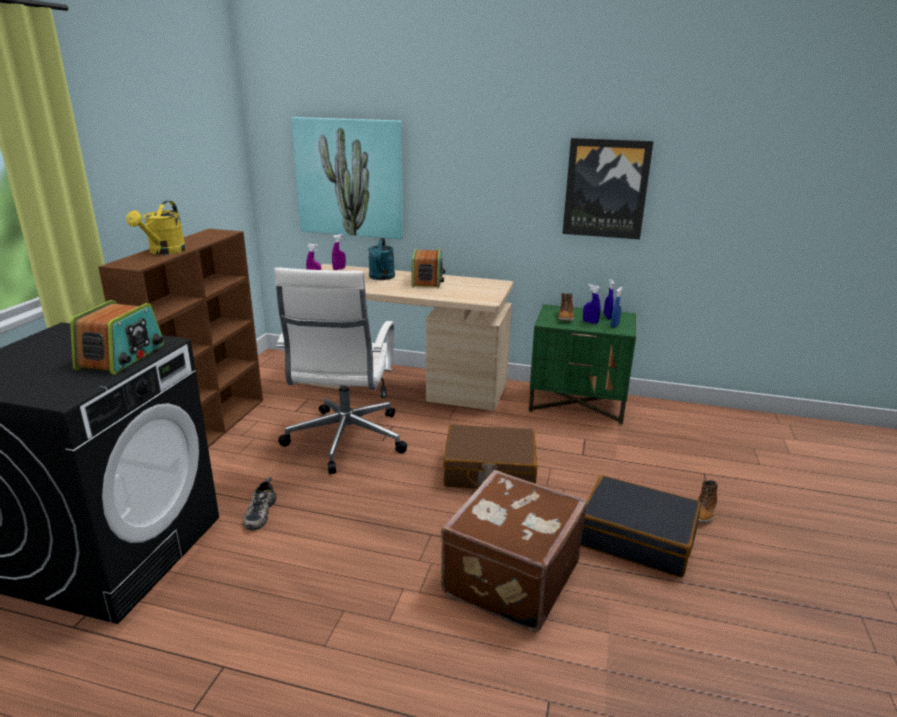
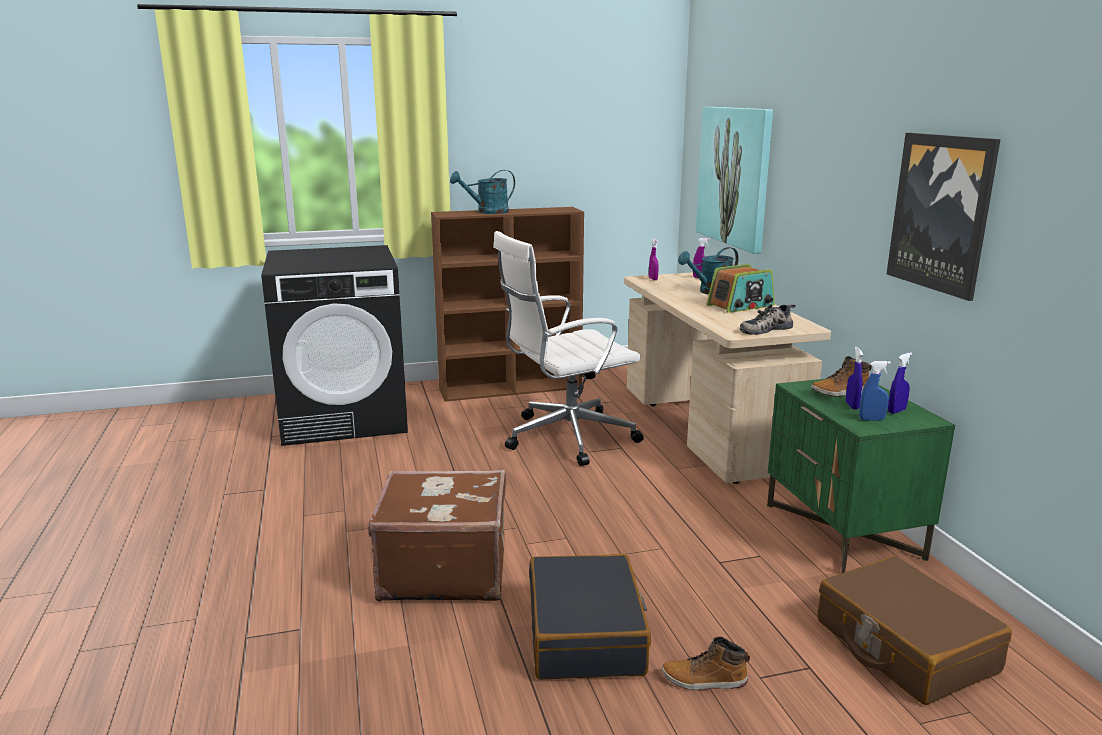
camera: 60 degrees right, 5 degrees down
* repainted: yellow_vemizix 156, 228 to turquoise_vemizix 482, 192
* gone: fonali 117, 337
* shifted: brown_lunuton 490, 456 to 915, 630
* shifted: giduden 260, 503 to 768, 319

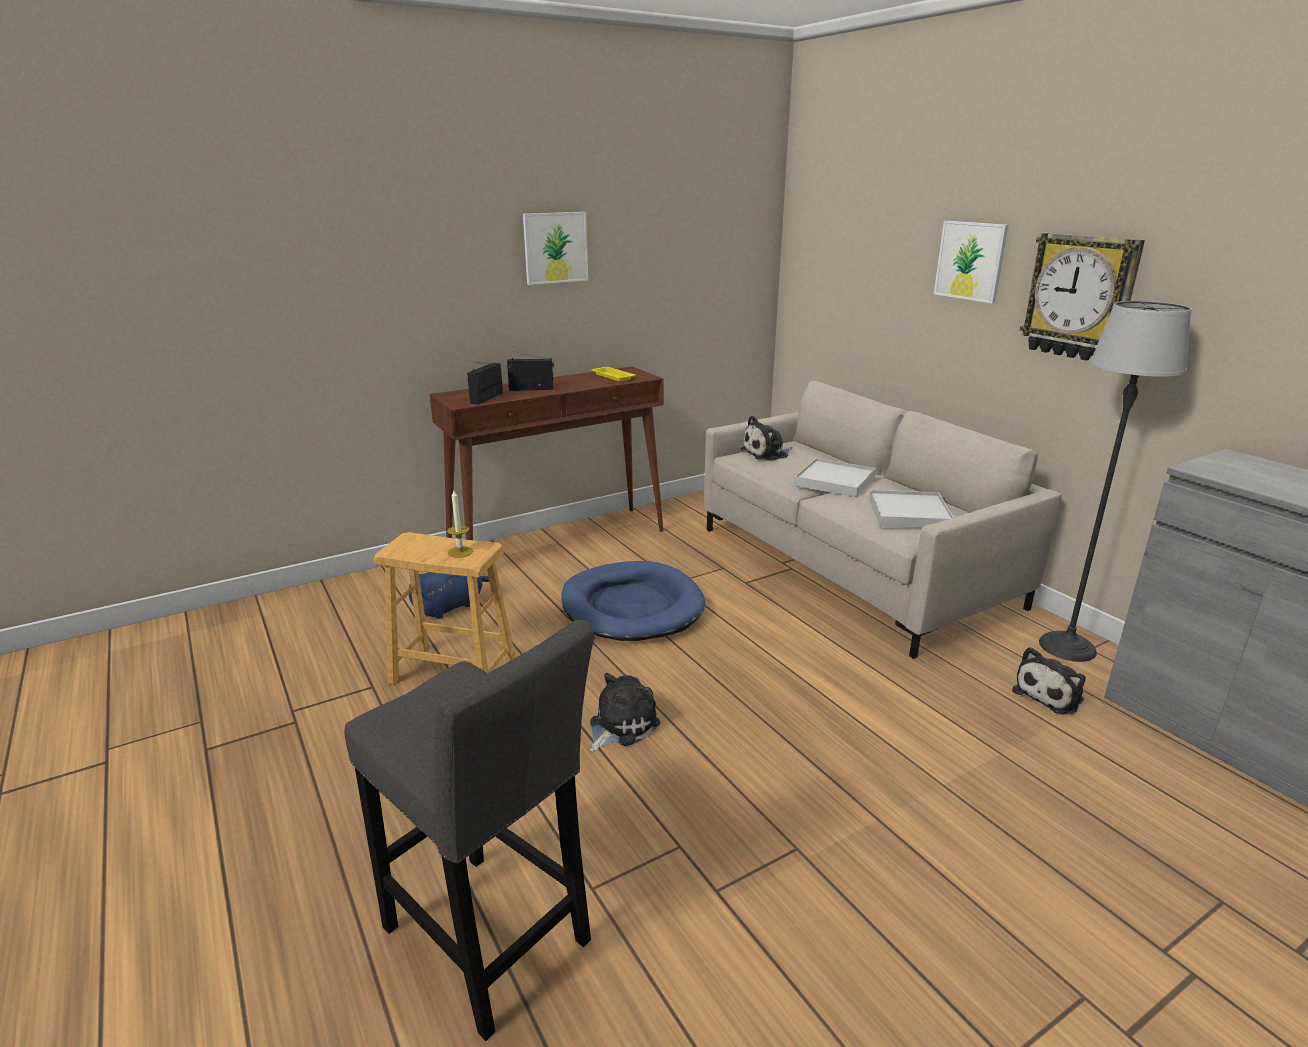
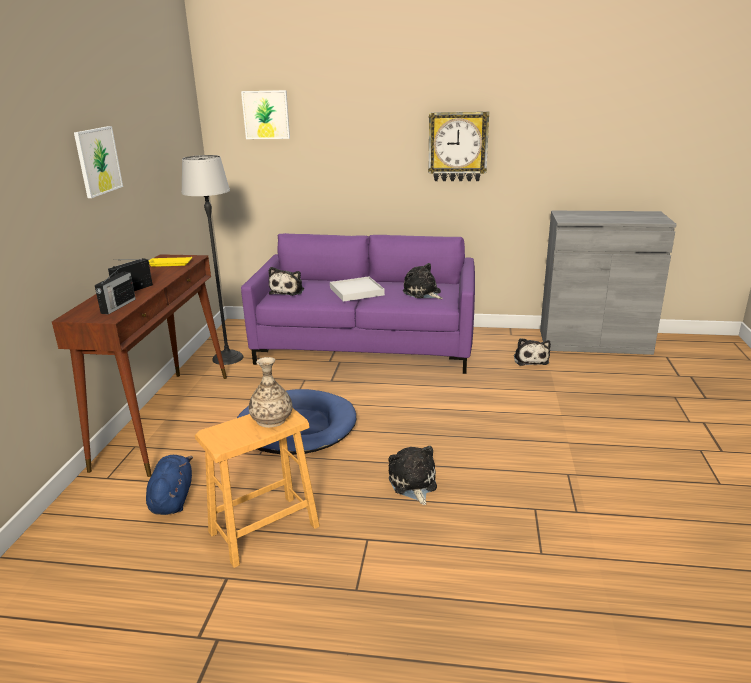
camera: 50 degrees left, 0 degrees up
* shifted: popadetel 971, 262 to 265, 114
* shifted: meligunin 1115, 481 to 212, 260
* rotated: fonali 485, 383 = 115, 291 135 degrees counterclockwise
* repainted: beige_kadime 883, 520 to purple_kadime 358, 303
* swapped: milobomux 460, 524 to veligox 271, 392
* swapped: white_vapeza 912, 509 to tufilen 423, 281
* gone: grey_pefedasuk 469, 830

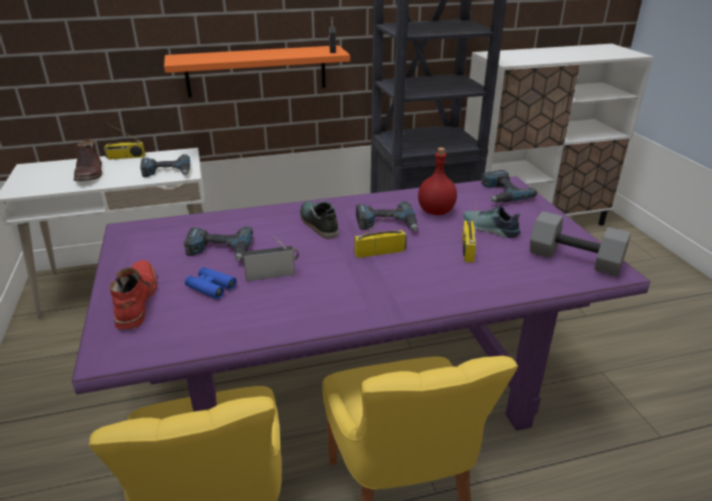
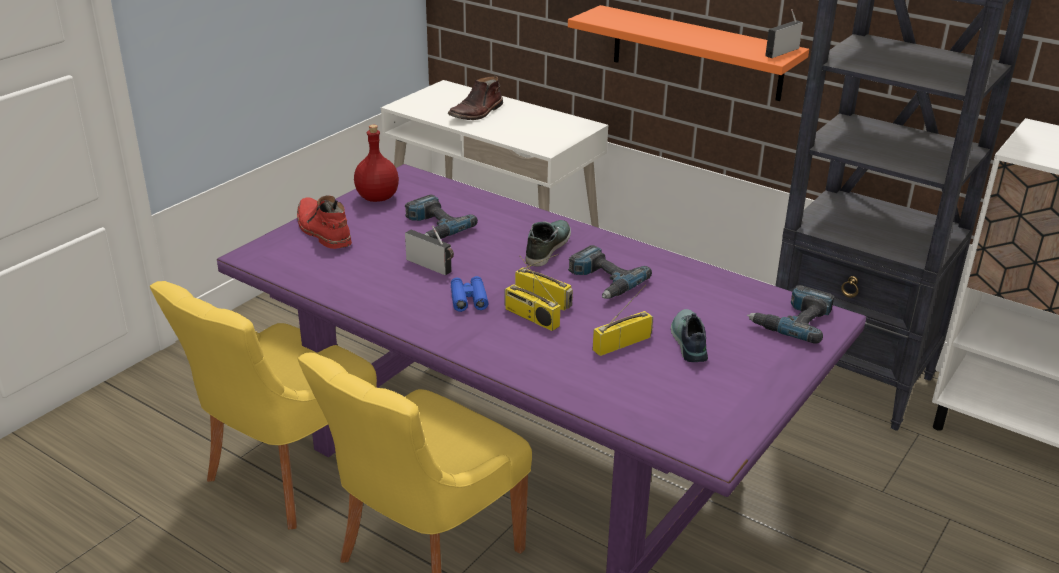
camera: 50 degrees right, 0 degrees up
* shifted: fonali 124, 141 to 532, 293
* shifted: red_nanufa 437, 181 to 376, 163
* gone: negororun 165, 165
* gone: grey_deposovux 580, 243
* rotated: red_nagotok 133, 294 = 324, 222 75 degrees counterclockwise
* shifted: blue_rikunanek 211, 283 to 470, 294

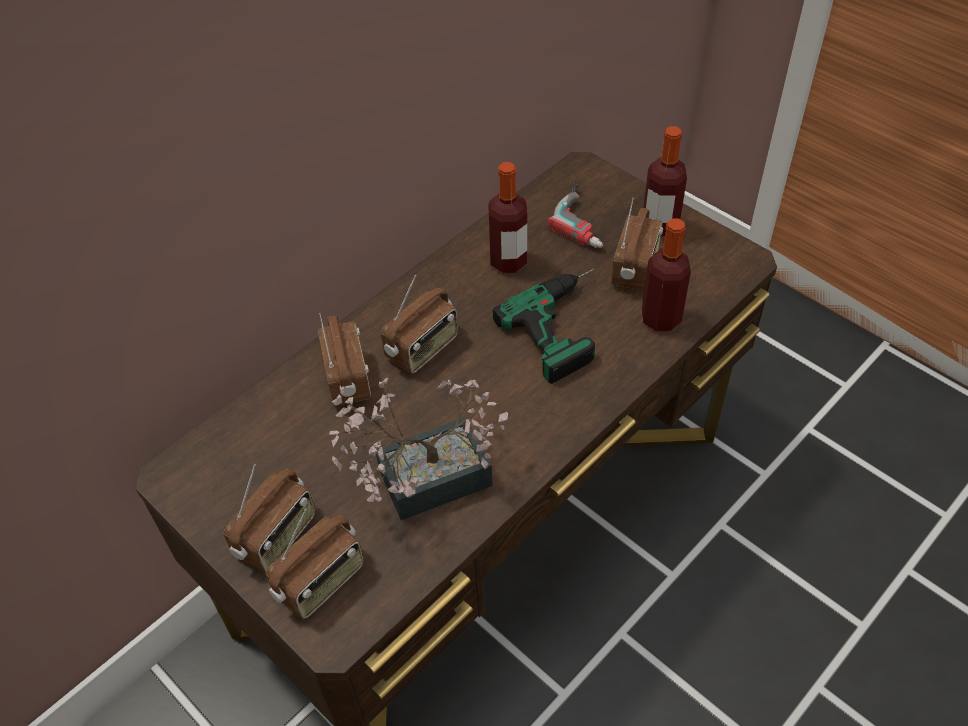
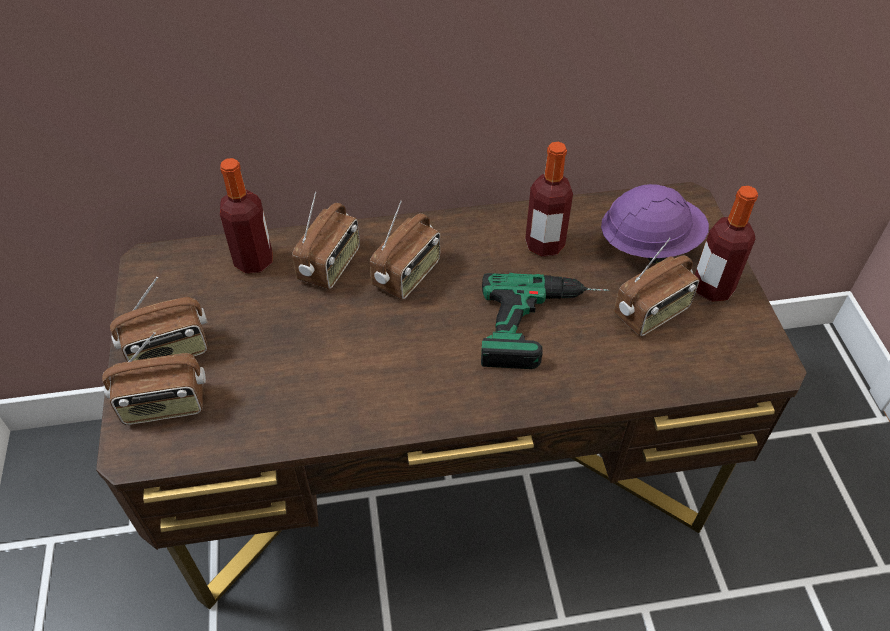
camera: 35 degrees right, 0 degrees up
* swapped: negororun 575, 213 to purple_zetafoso 655, 224
* shifted: nanufa 666, 274 to 246, 216
* rotated: fonali 419, 324 = 405, 250 45 degrees counterclockwise
* gone: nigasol 418, 449

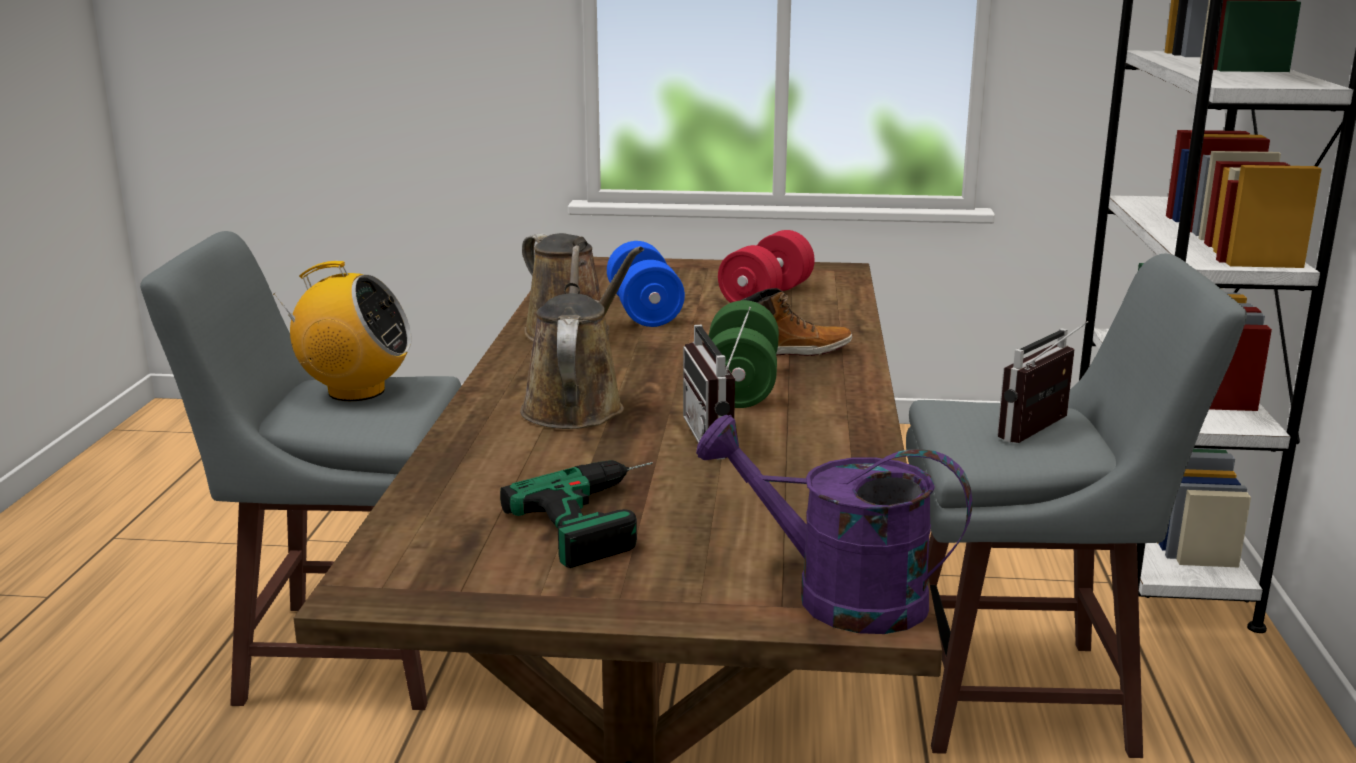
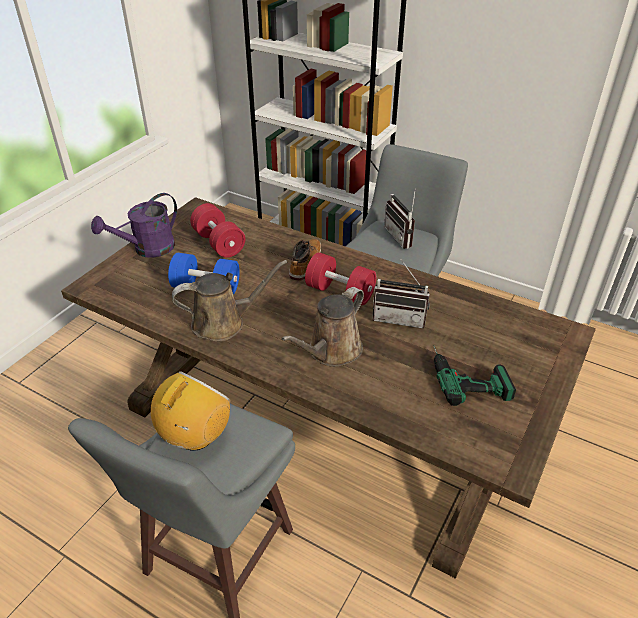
camera: 65 degrees left, 20 degrees up
* rotated: brown_vemizix 572, 337 = 322, 327 75 degrees counterclockwise
* repainted: green_deposovux 744, 354 to red_deposovux 340, 278
* shifted: purple_vemizix 834, 524 to 134, 225

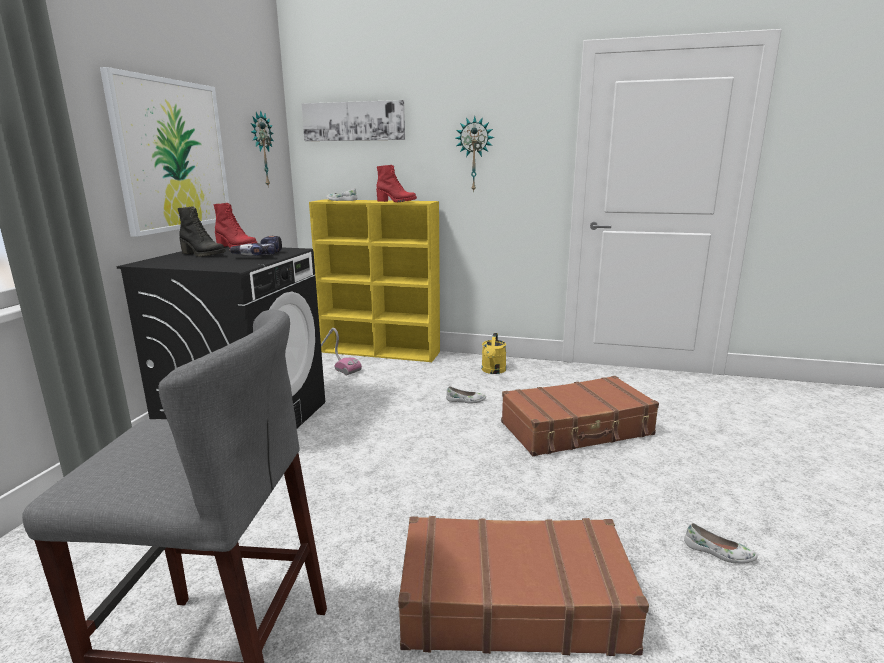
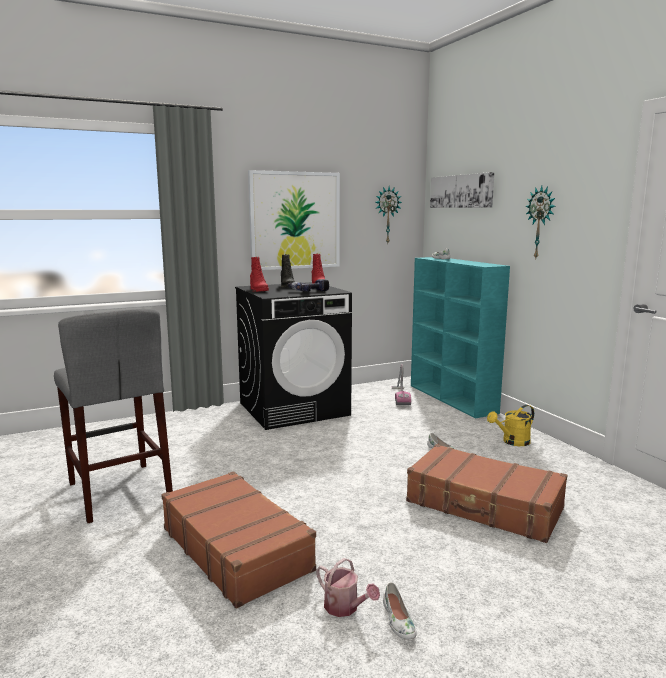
camera: 50 degrees right, 5 degrees down
* shifted: red_nagotok 396, 183 to 259, 274
* repainted: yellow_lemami 374, 281 to turquoise_lemami 460, 337
* new: vemizix 348, 587

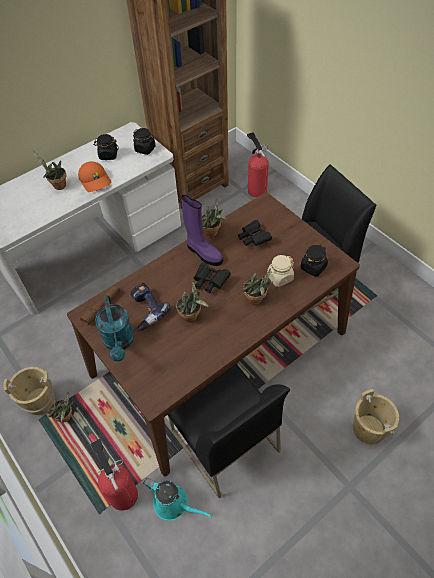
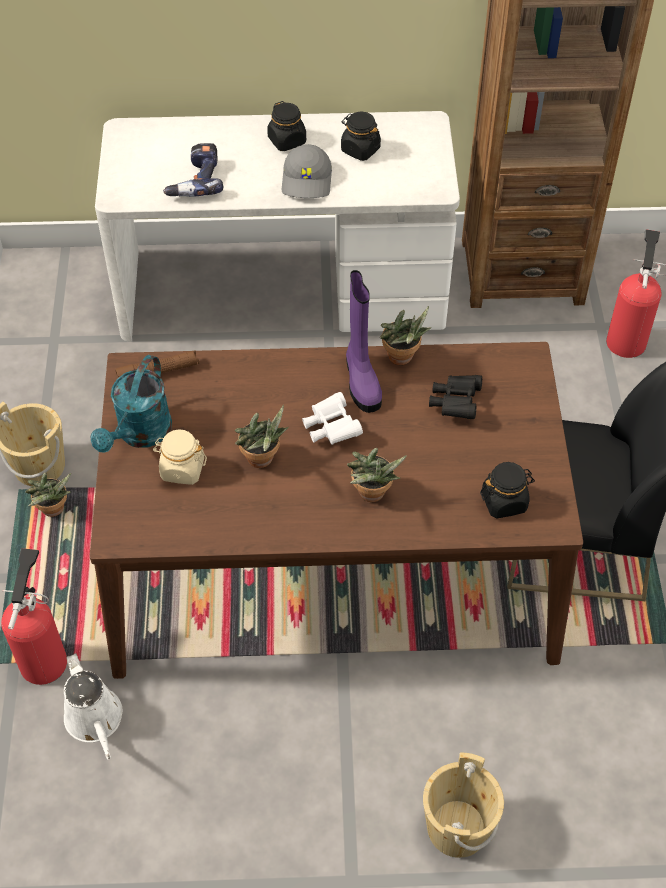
camera: 35 degrees right, 0 degrees up
* shifted: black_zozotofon 144, 141 to 286, 126
* gone: nigasol 49, 170
* repainted: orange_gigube 95, 176 to grey_gigube 307, 171
* shifted: beige_zozotofon 280, 271 to 180, 457
* repainted: black_rikunanek 212, 277 to white_rikunanek 332, 418
* shifted: negororun 151, 307 to 193, 170
* gone: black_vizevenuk 229, 431
* repainted: turquoise_vemizix 178, 499 to white_vemizix 93, 706

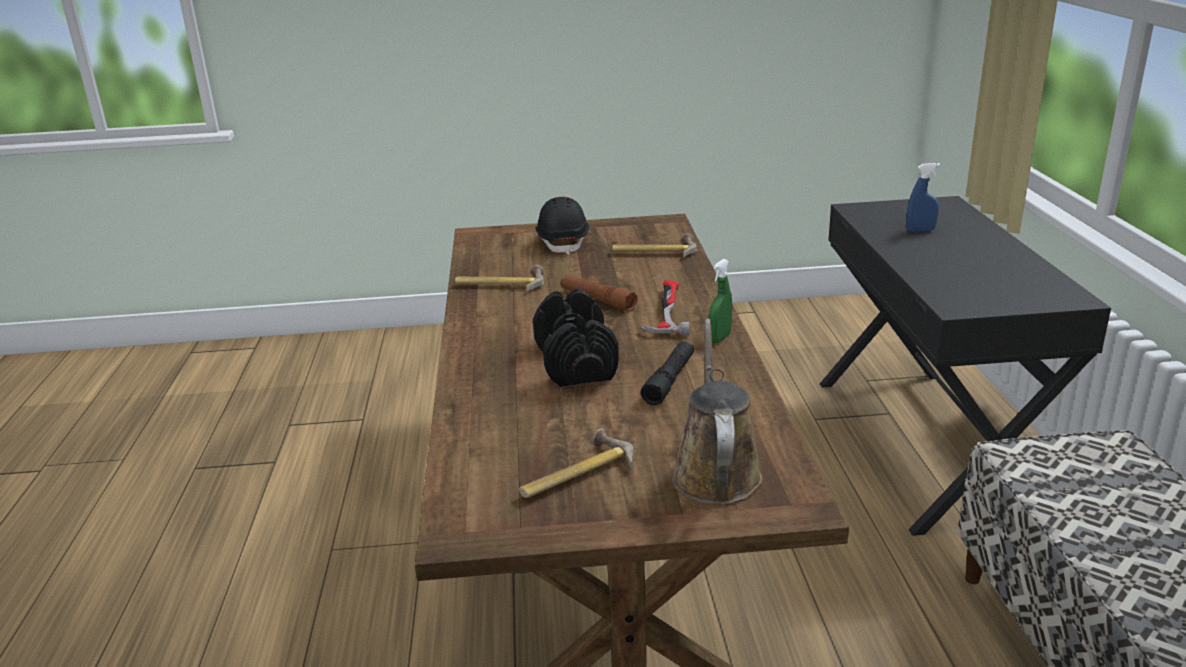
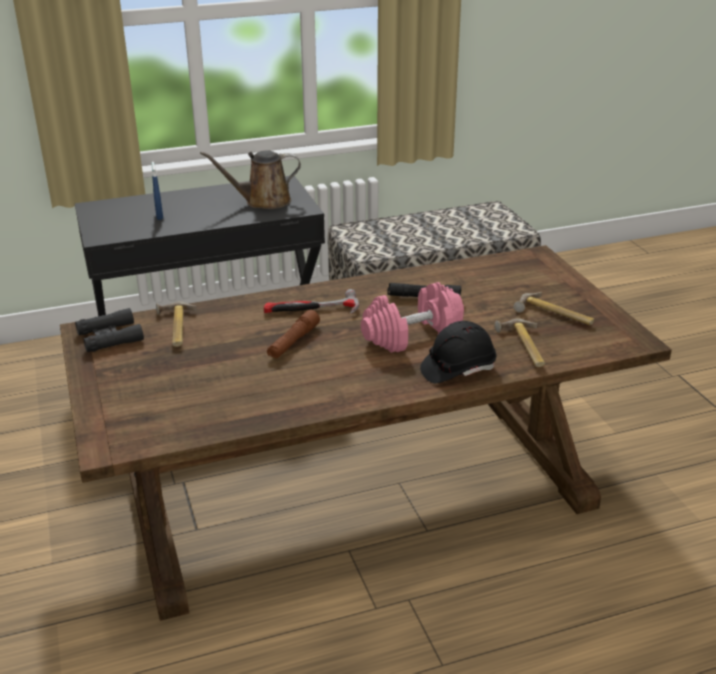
camera: 105 degrees left, 5 degrees up
* shifted: black_zetafoso 562, 226 to 458, 352
* gone: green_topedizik 720, 301
* shifted: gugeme 499, 278 to 520, 342
* repainted: black_deposovux 576, 338 to pink_deposovux 412, 317
* shifted: brown_vemizix 716, 412 to 250, 179
* new: black_rikunanek 109, 330

